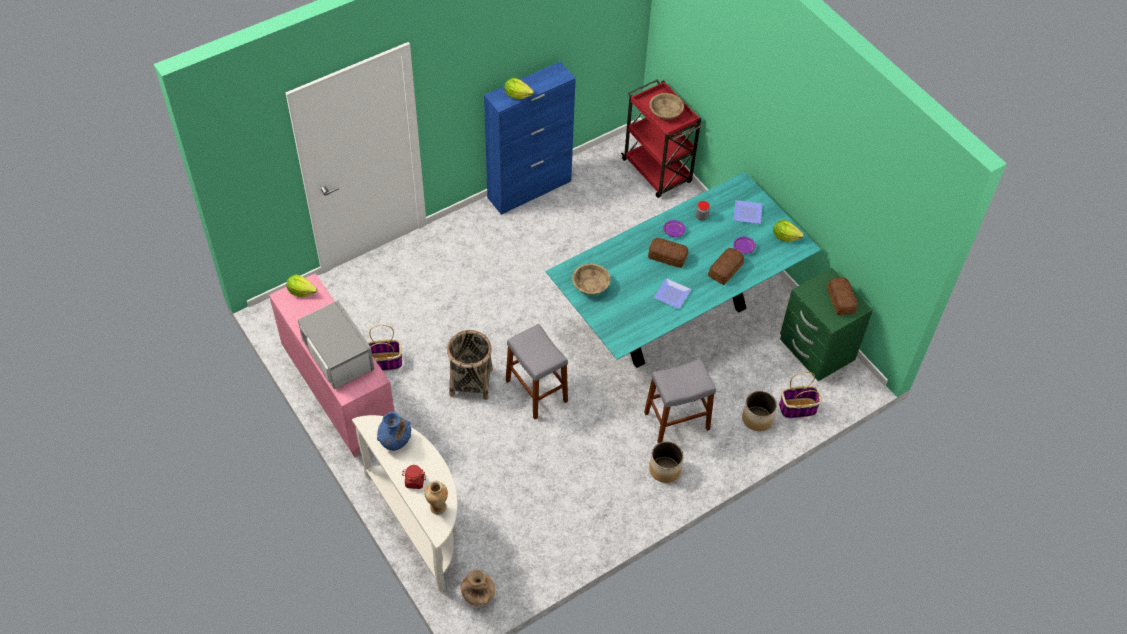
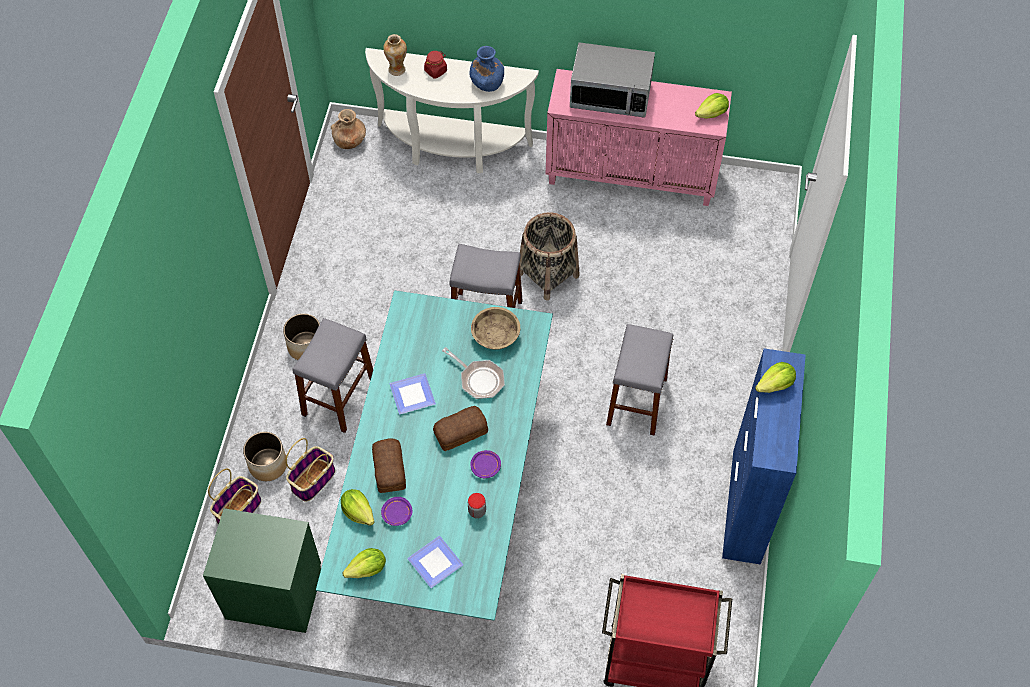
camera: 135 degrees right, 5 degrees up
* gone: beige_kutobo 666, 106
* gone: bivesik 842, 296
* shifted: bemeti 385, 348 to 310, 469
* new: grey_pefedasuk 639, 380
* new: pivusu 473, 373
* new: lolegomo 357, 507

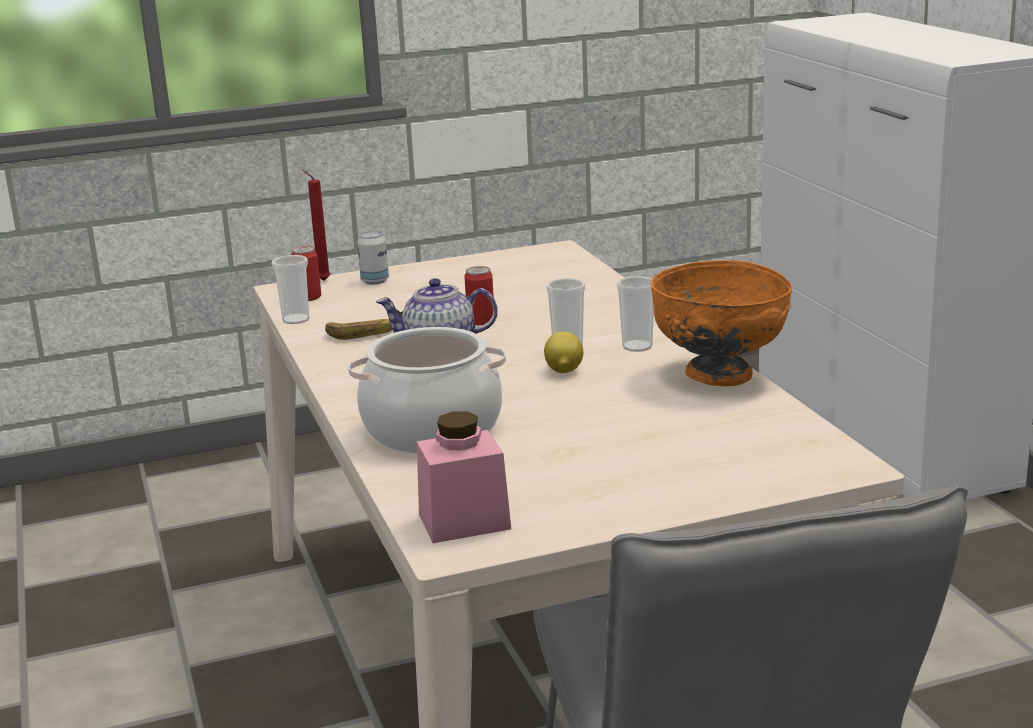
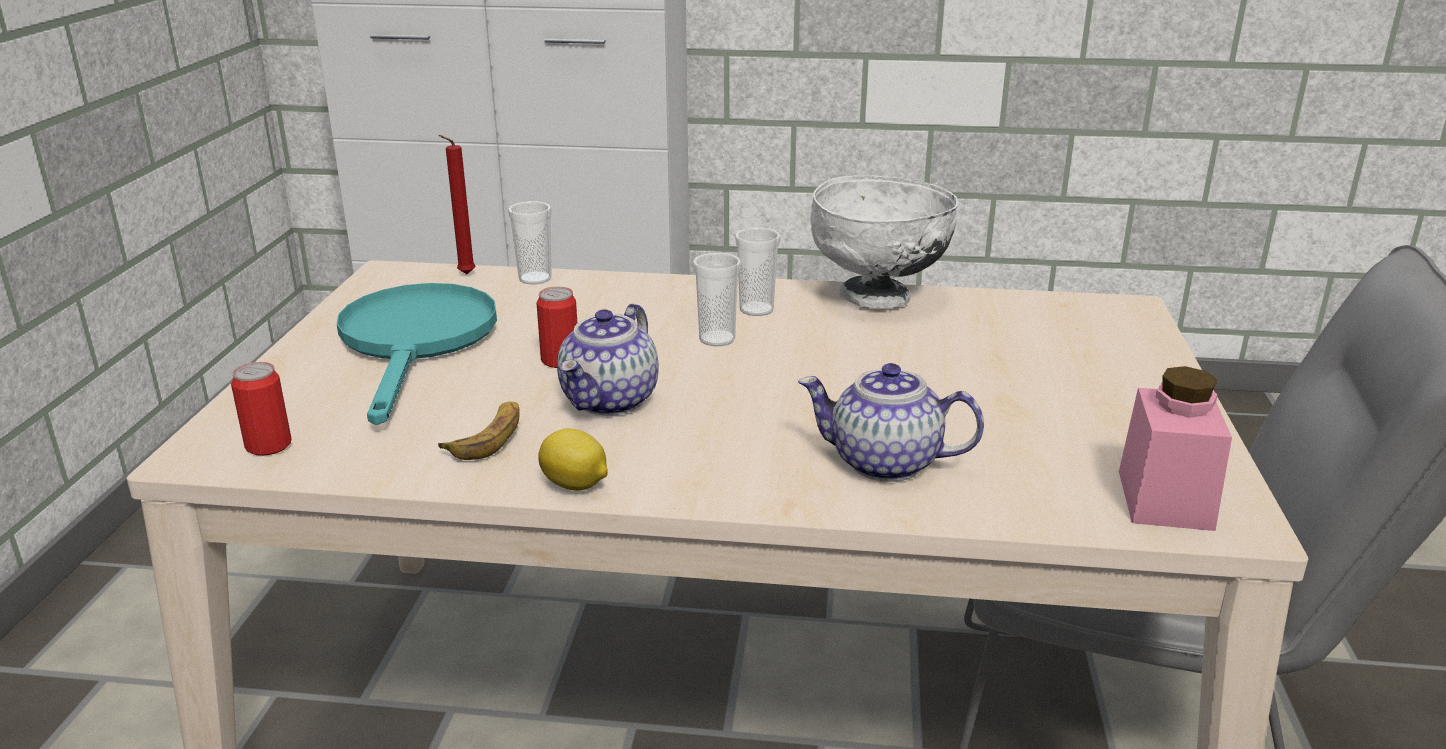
camera: 65 degrees left, 5 degrees up
* shifted: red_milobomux 316, 225 to 457, 204
* gone: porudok 373, 258
* shifted: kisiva 291, 289 to 530, 242
* repainted: orange_kutobo 721, 323 to white_kutobo 885, 241
* swapped: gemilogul 427, 390 to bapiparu 891, 422
* shifted: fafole 563, 352 to 573, 459
* new: turquoise_pivusu 417, 354

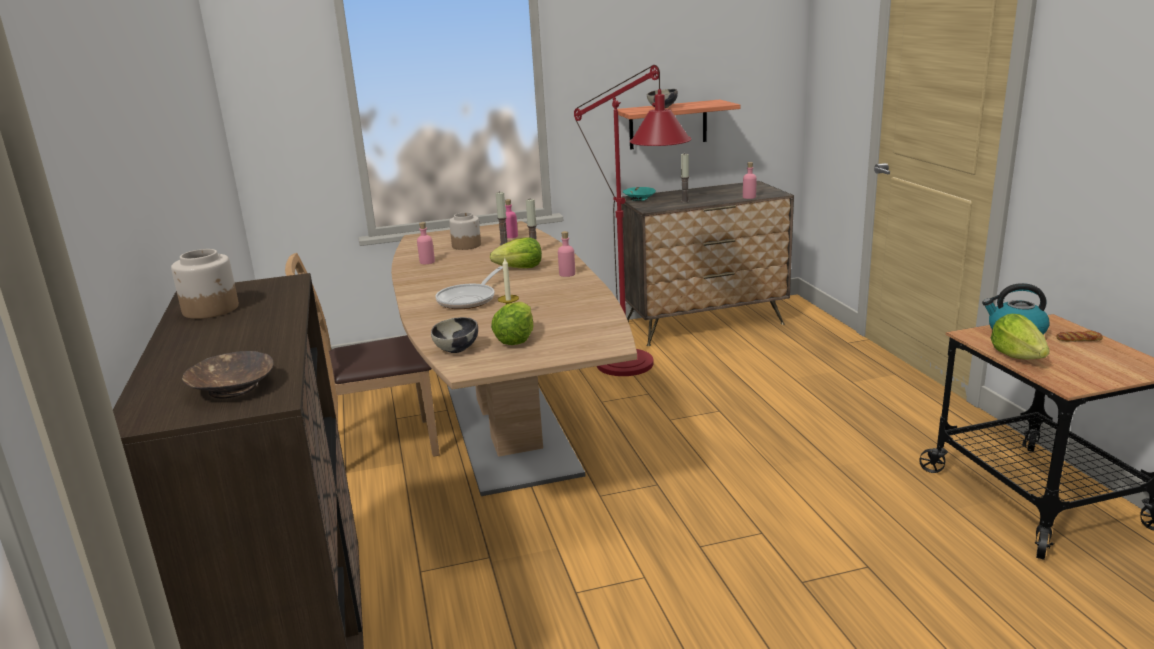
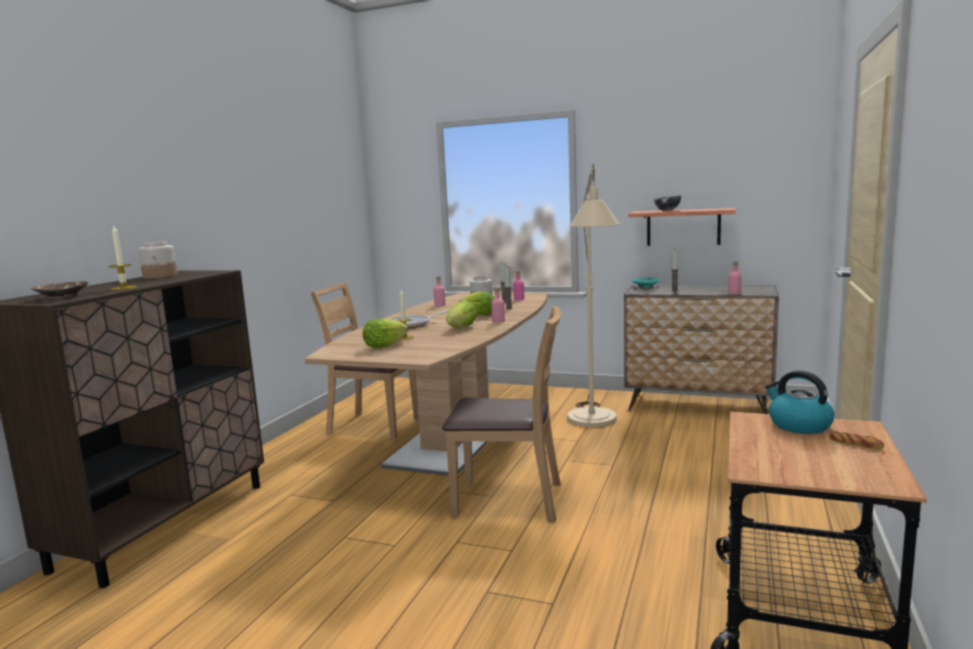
camera: 35 degrees right, 10 degrees down
* repainted: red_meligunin 633, 220 to beige_meligunin 594, 295
* shifted: lolegomo 1020, 336 to 461, 314
* gone: kutobo 454, 335
* new: milobomux 123, 258
* new: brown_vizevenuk 501, 414

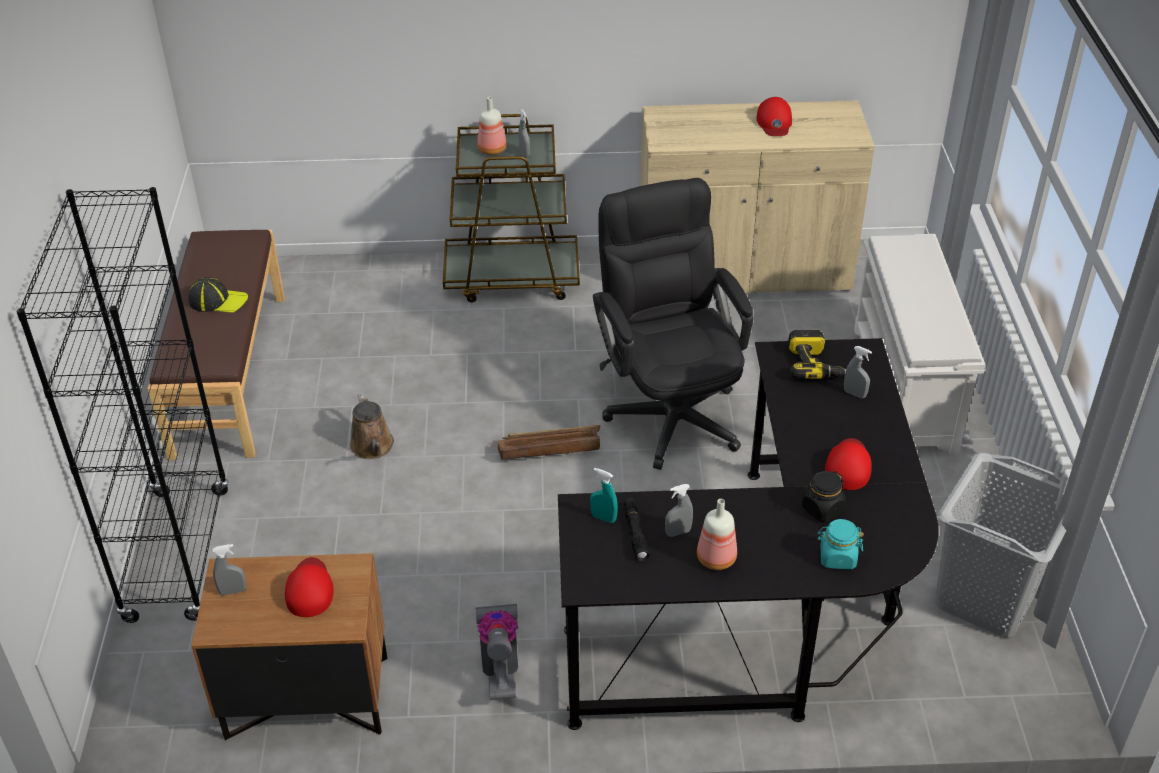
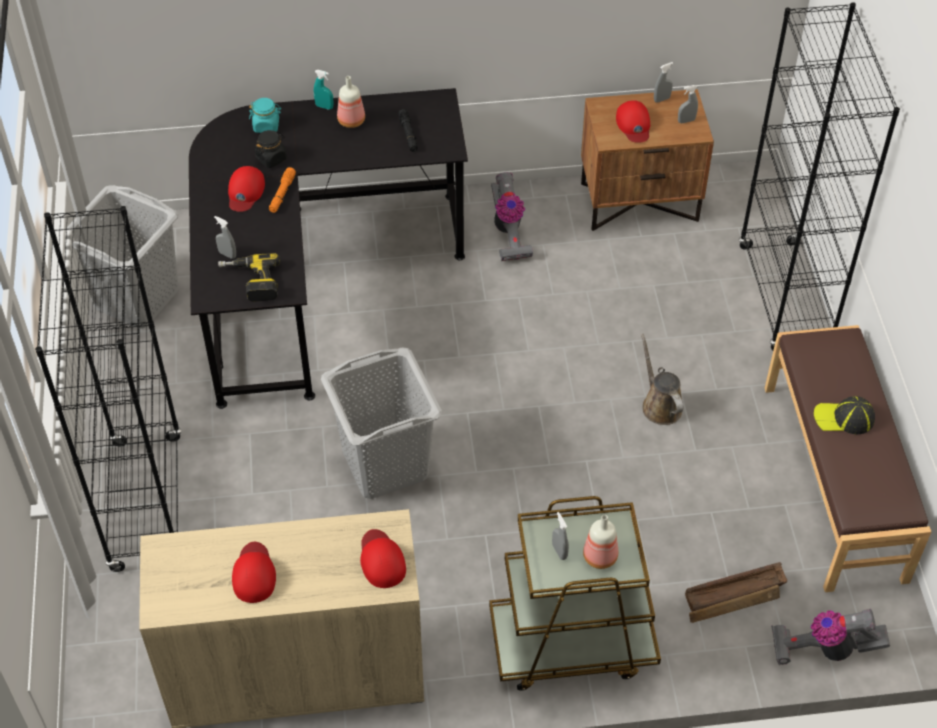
camera: 175 degrees right, 10 degrees up
* swapped: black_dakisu 673, 324 to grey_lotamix 381, 423
* swapped: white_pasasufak 919, 344 to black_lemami 108, 389
* shifted: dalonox 549, 442 to 736, 592
* shifted: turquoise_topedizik 604, 495 to 323, 90
* shifted: grey_topedizik 679, 510 to 663, 82
* new: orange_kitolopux 282, 190
* new: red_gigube 383, 558
* new: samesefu 830, 637

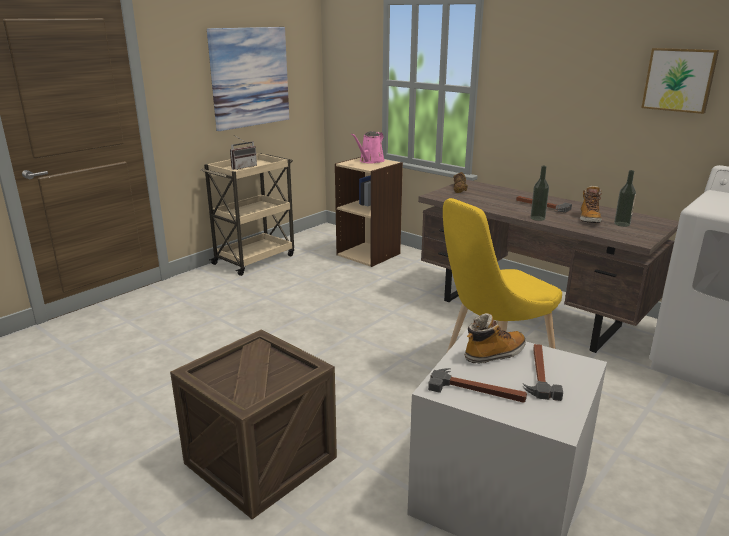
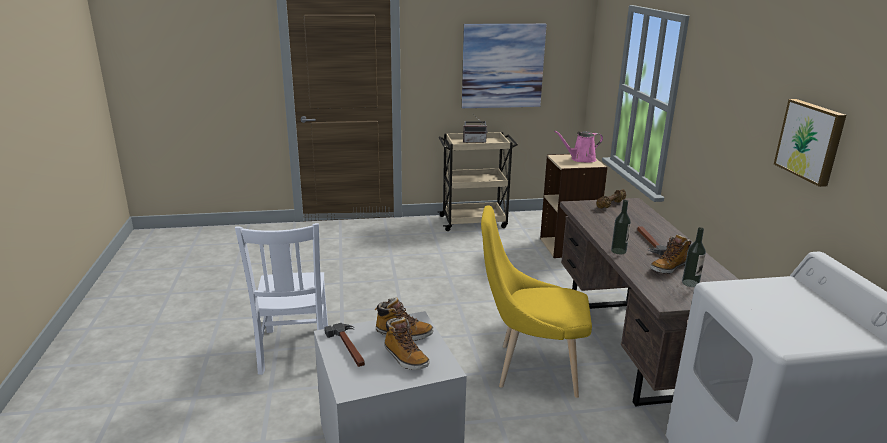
camera: 40 degrees right, 0 degrees up
* swapped: dalonox 253, 424 to white_vizevenuk 281, 299
* swapped: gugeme 542, 372 to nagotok 407, 343

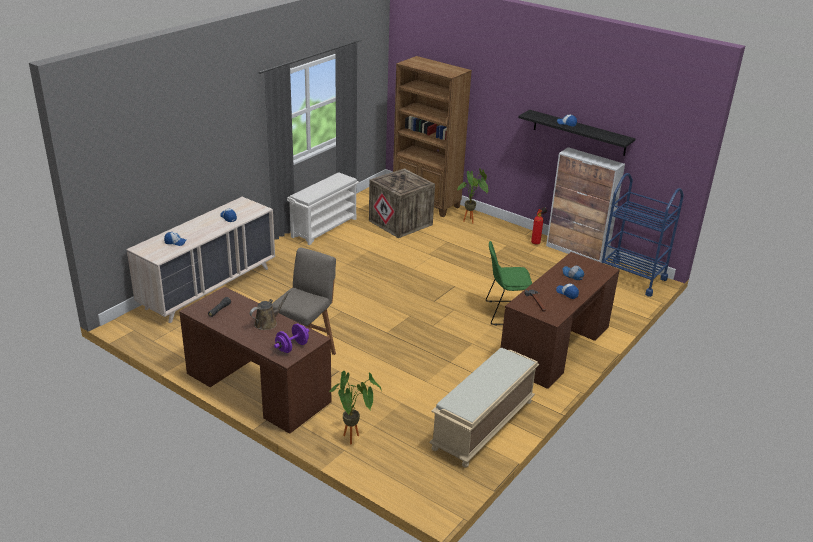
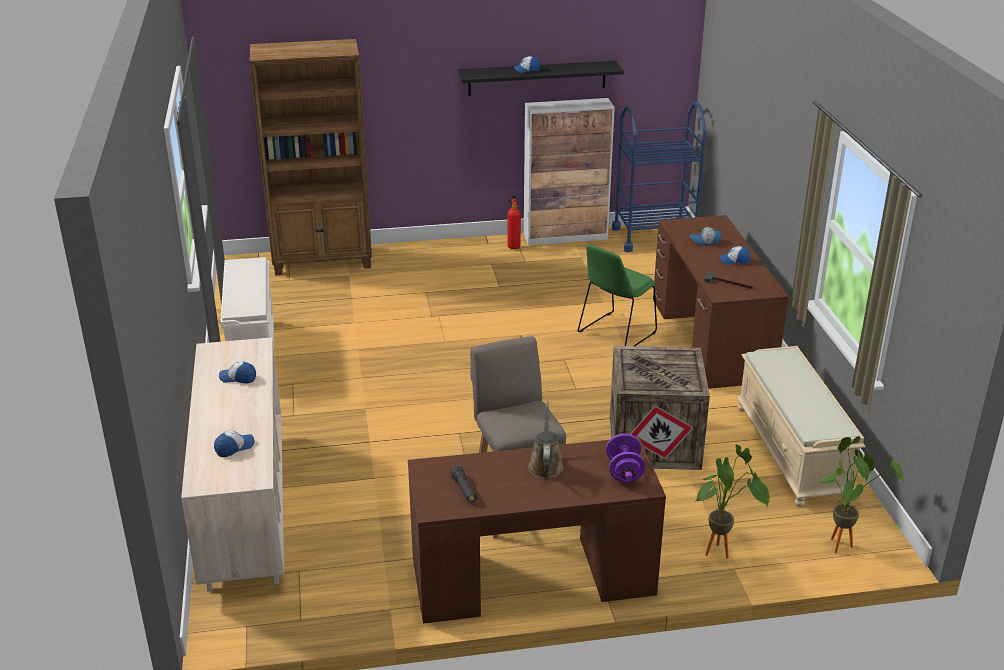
camera: 45 degrees left, 0 degrees up
* shifted: dalonox 402, 203 to 660, 408
* shifted: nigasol 473, 196 to 862, 494

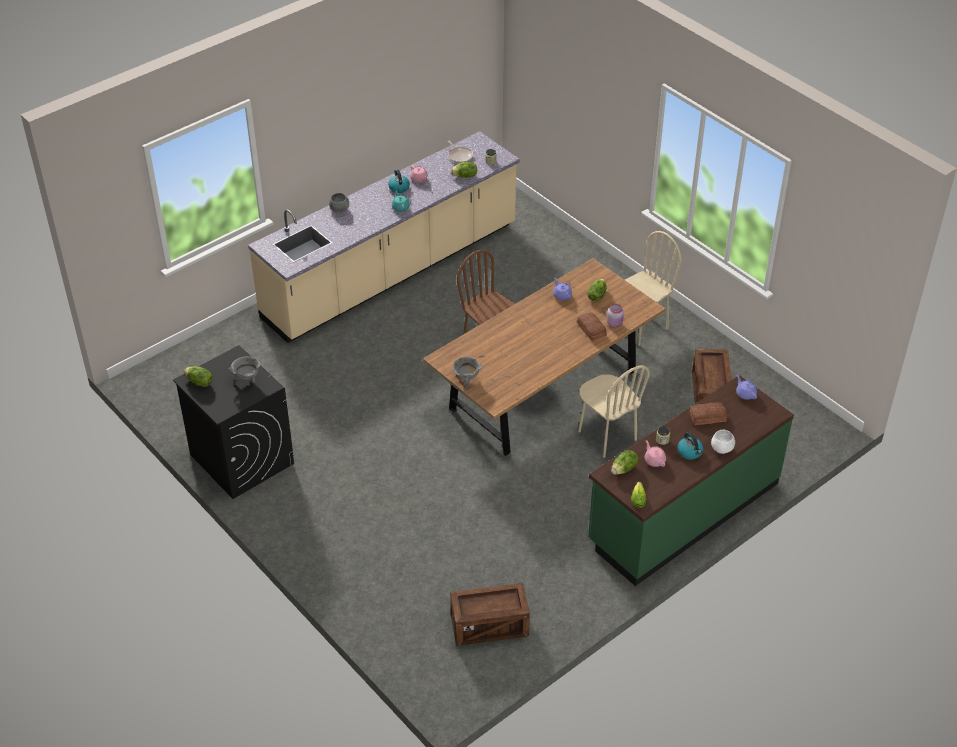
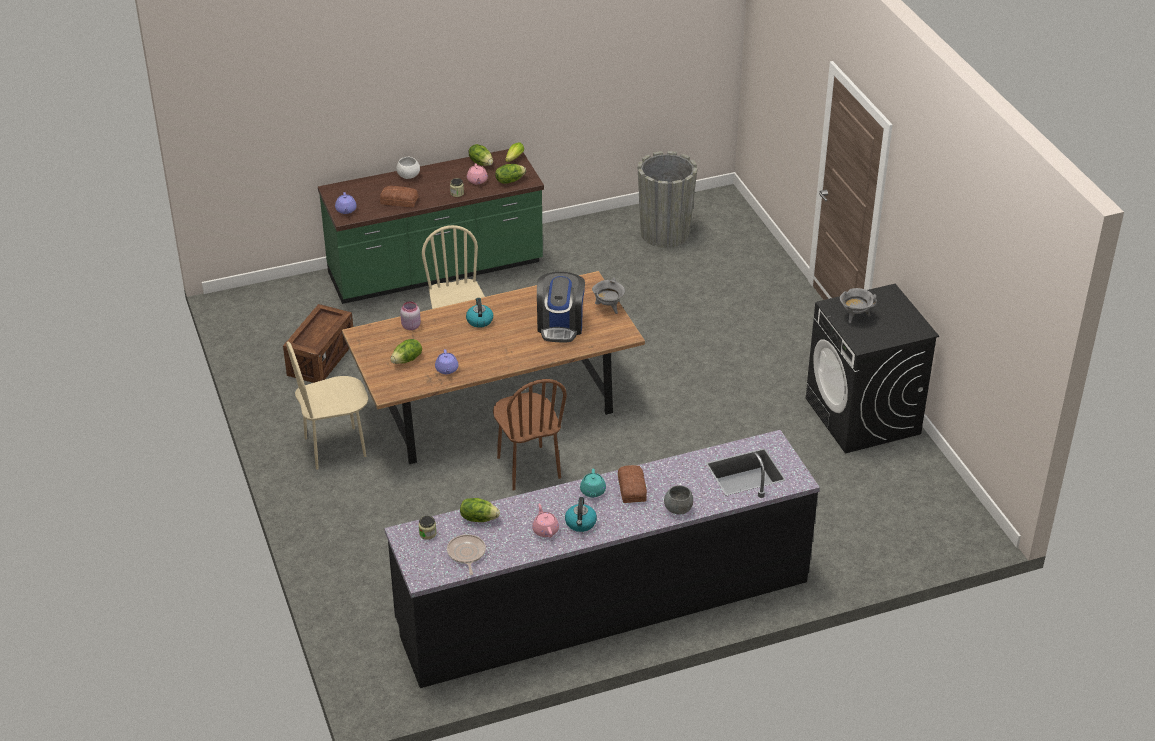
camera: 160 degrees left, 5 degrees down
* repainted: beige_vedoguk 384, 237 to black_vedoguk 602, 559
* shifted: bivesik 592, 326 to 632, 484
* shifted: lolegomo 198, 376 to 480, 155
* shifted: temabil 690, 446 to 479, 313
* swapped: dalonox 490, 614 to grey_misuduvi 668, 199
* new: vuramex 561, 307

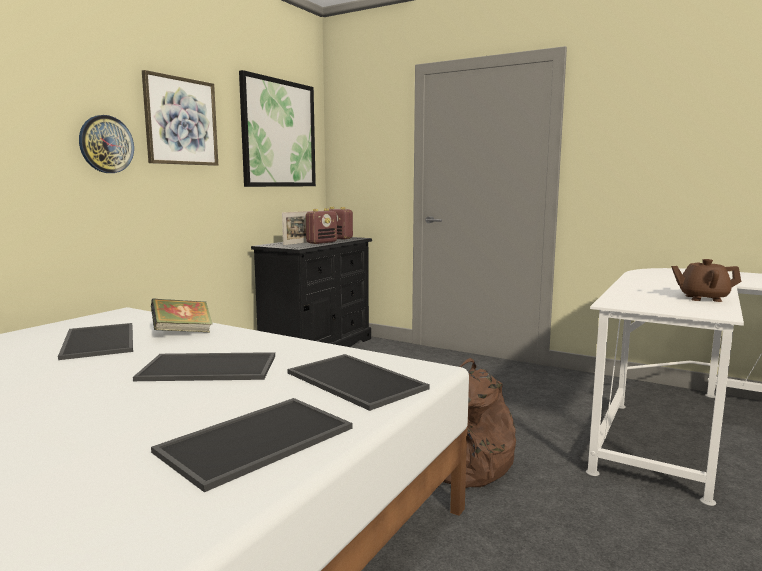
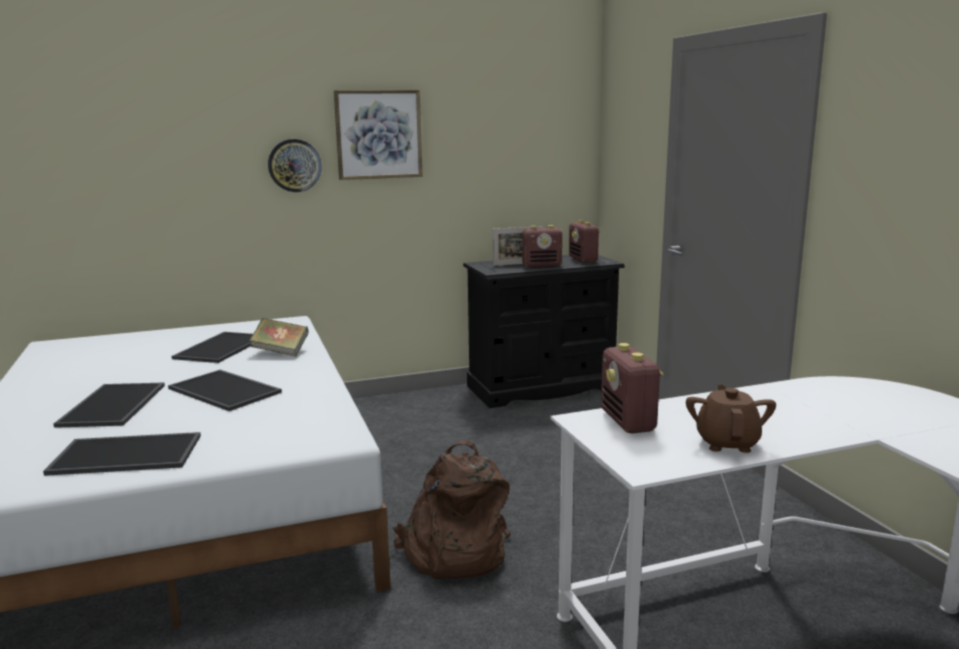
camera: 40 degrees right, 5 degrees up
* gone: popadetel 277, 128
* rotated: brown_bapiparu 706, 280 = 731, 418 45 degrees clockwise
* shifted: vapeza 358, 382 to 109, 405
* new: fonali 632, 388

